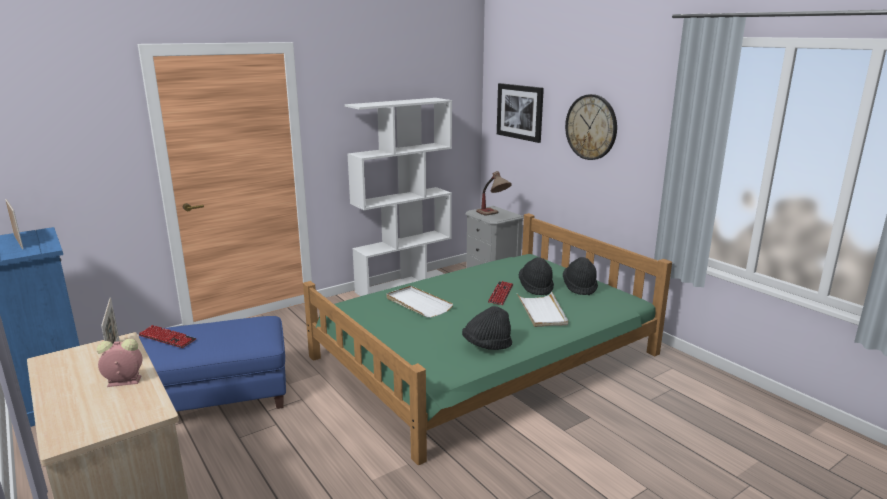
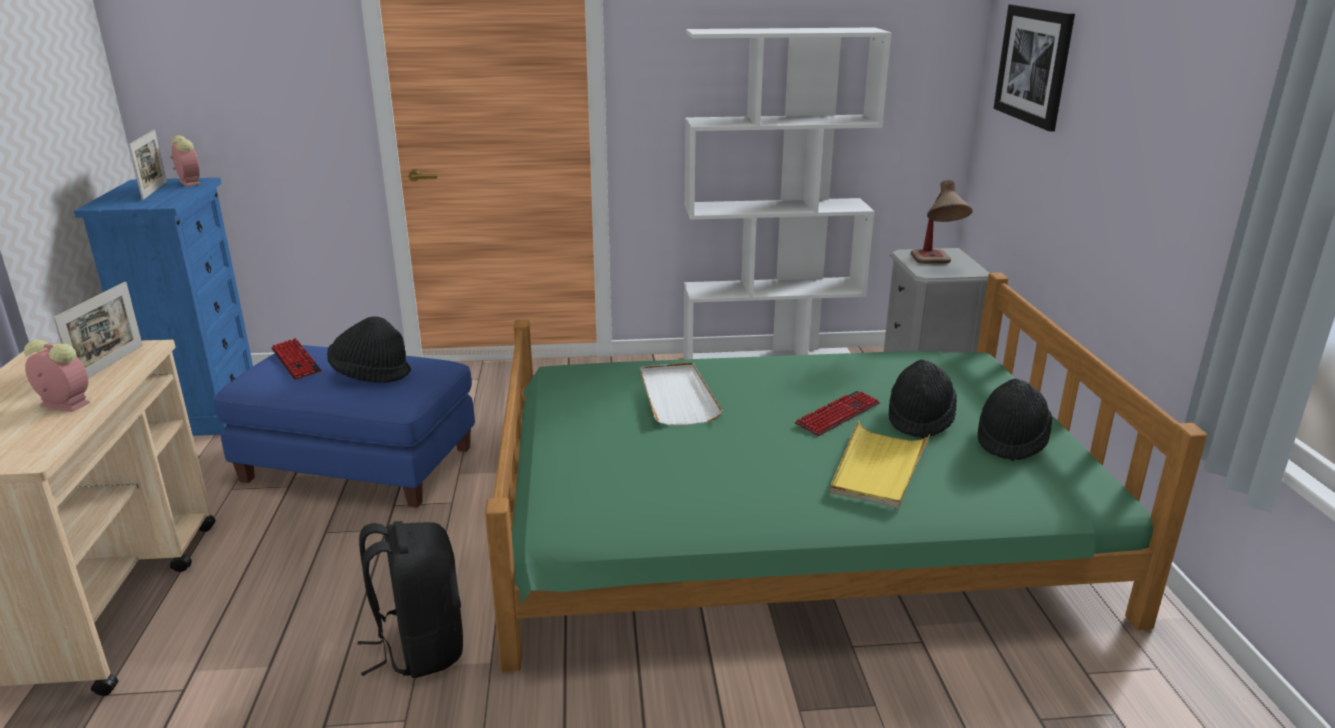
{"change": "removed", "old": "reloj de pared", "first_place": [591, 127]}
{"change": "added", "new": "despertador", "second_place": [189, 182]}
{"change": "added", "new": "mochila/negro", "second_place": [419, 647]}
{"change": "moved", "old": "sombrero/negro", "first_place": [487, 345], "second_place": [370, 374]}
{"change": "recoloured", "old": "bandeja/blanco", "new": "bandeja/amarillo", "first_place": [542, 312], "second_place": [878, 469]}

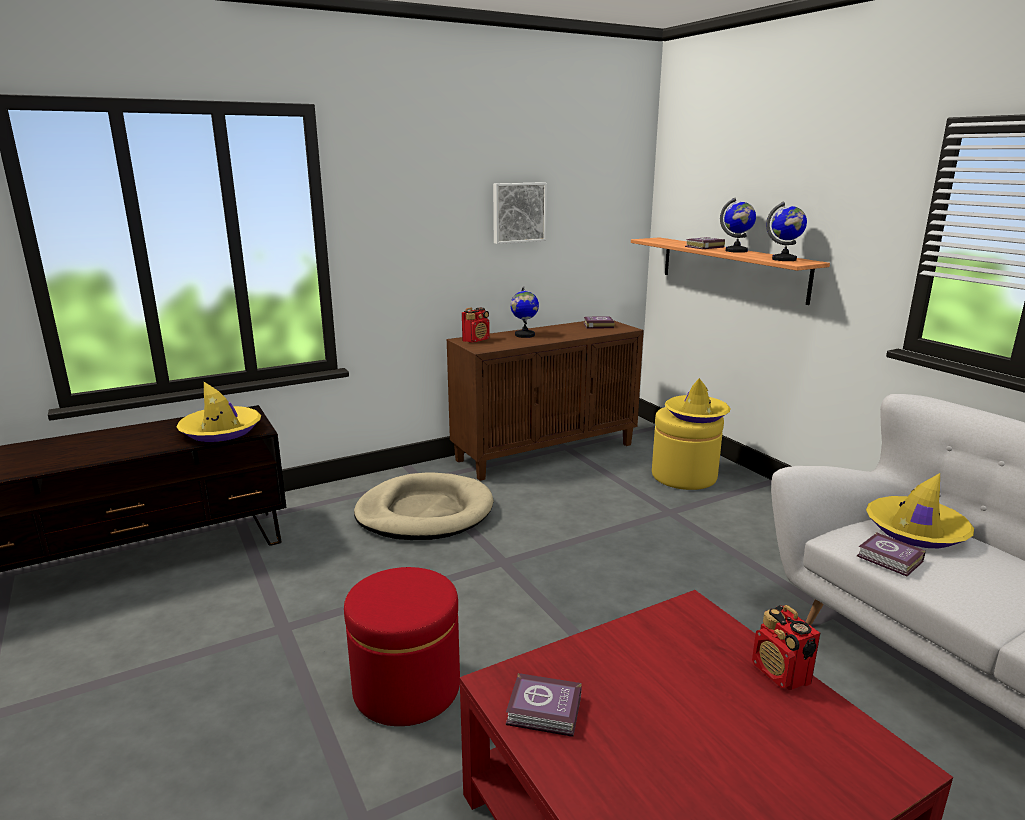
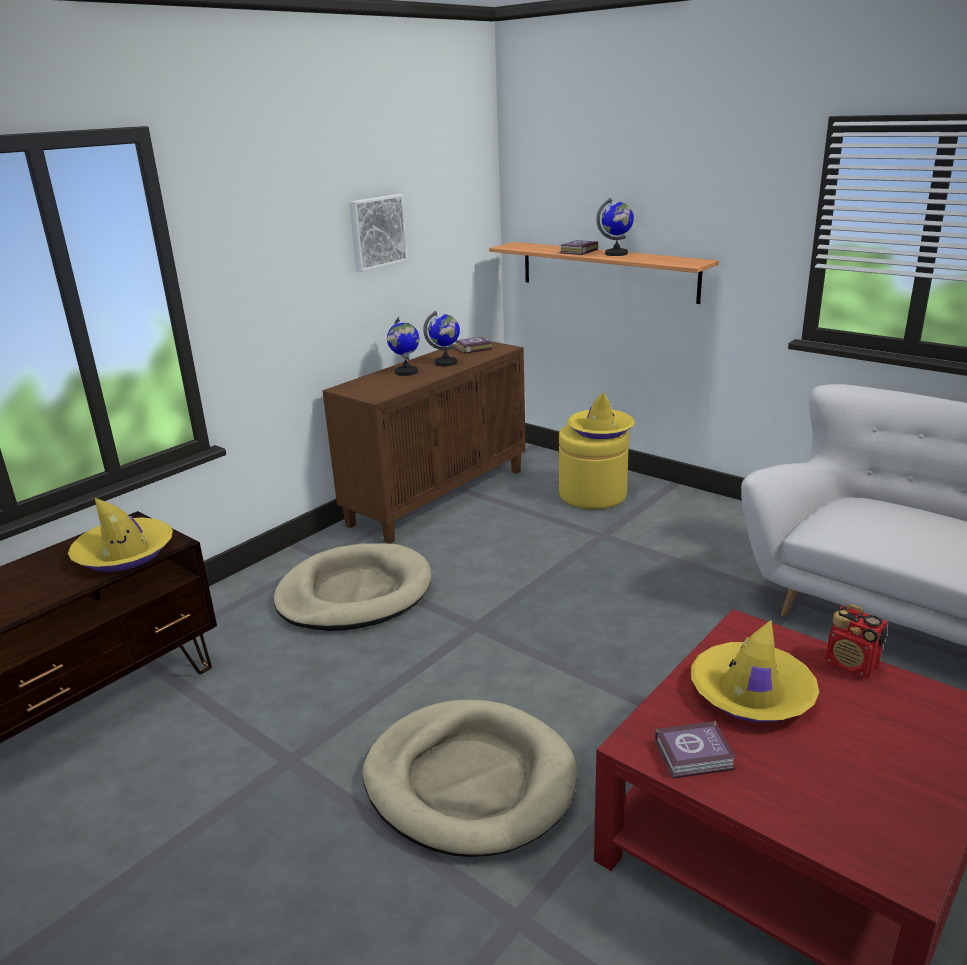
{"change": "removed", "old": "radio", "first_place": [476, 340]}
{"change": "removed", "old": "libro", "first_place": [890, 560]}
{"change": "moved", "old": "globo terráqueo", "first_place": [784, 259], "second_place": [446, 363]}
{"change": "moved", "old": "sombrero/amarillo", "first_place": [916, 530], "second_place": [751, 693]}
{"change": "replaced", "old": "puf/rojo", "new": "cama para perro/beis", "first_place": [407, 688], "second_place": [469, 781]}

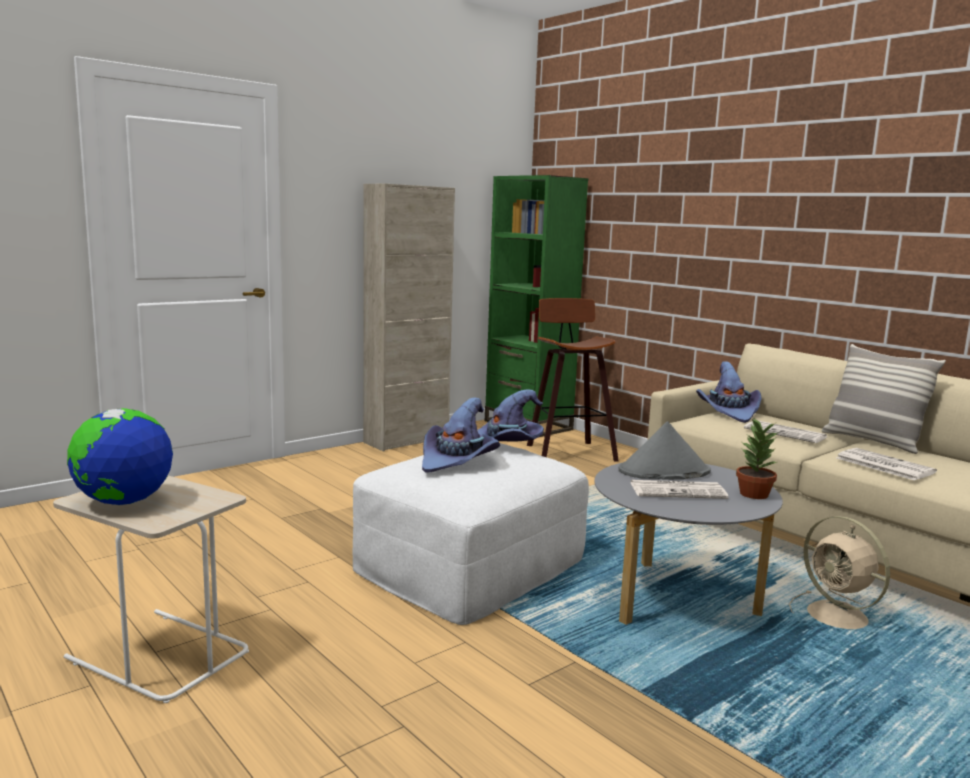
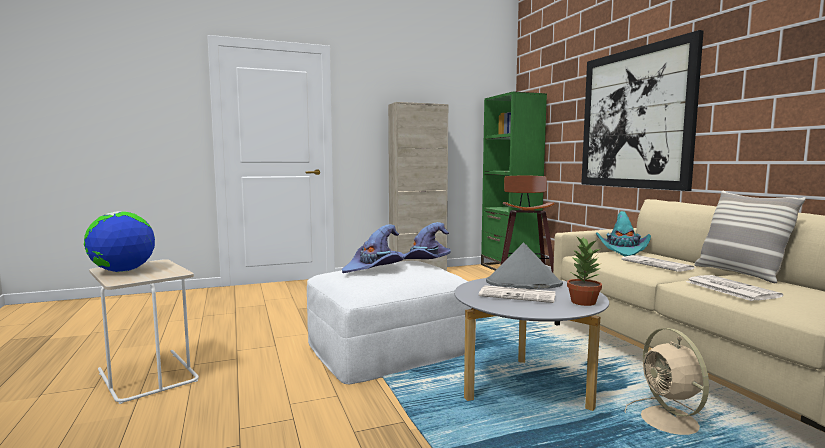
{"change": "added", "new": "cuadro", "second_place": [635, 119]}
{"change": "recoloured", "old": "sombrero/morado", "new": "sombrero/turquesa", "first_place": [729, 412], "second_place": [622, 251]}

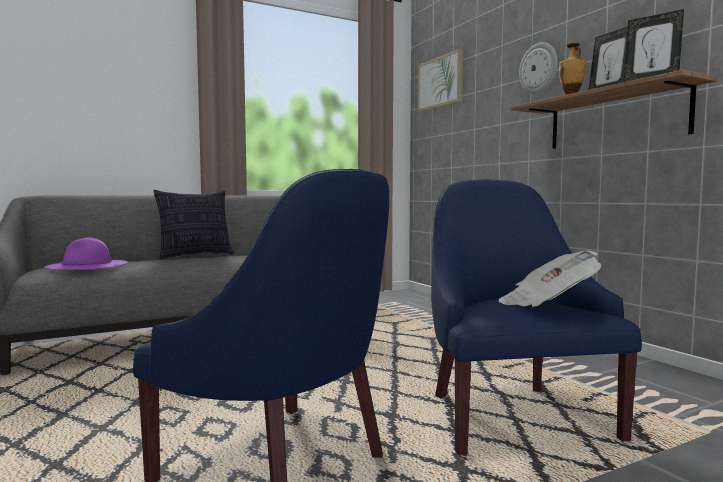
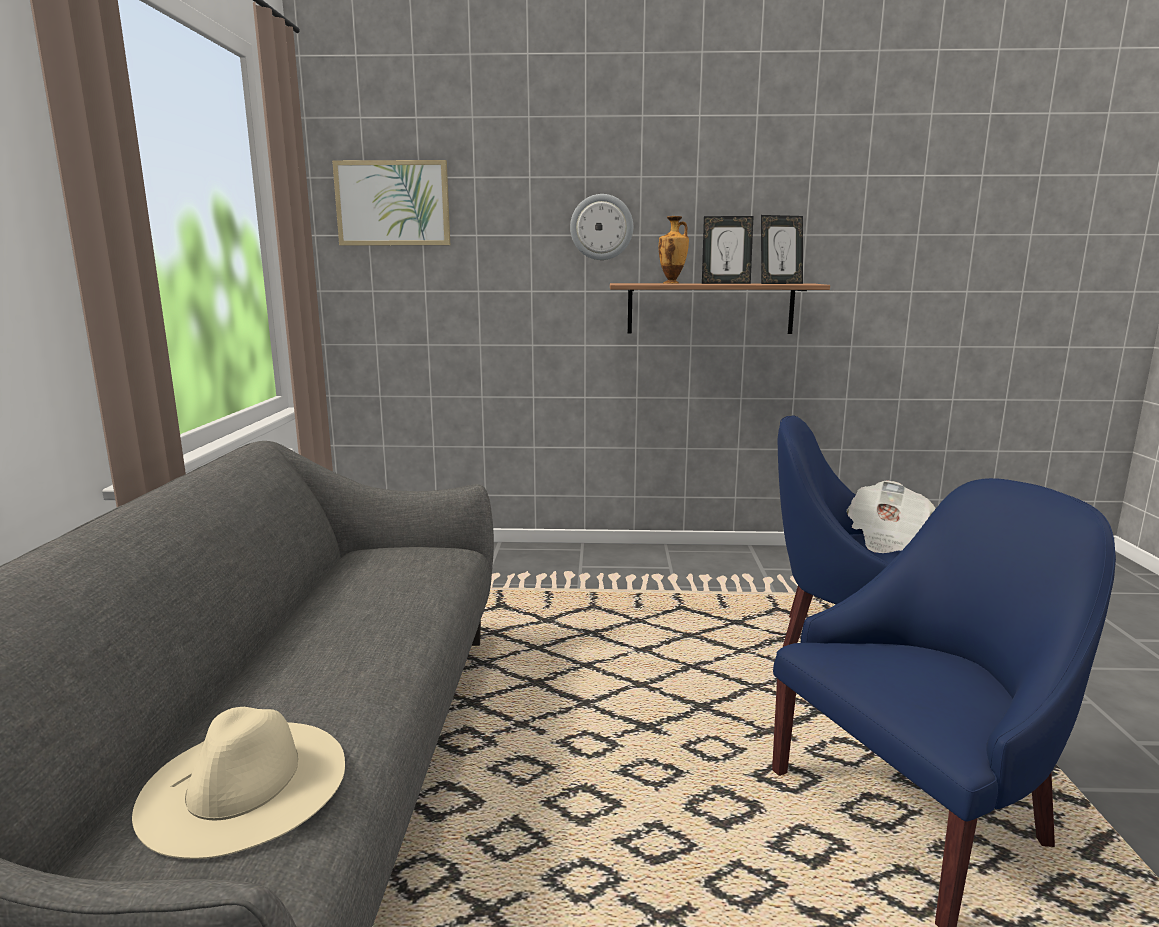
{"change": "removed", "old": "cojín", "first_place": [195, 256]}
{"change": "recoloured", "old": "sombrero/morado", "new": "sombrero/beis", "first_place": [87, 265], "second_place": [245, 783]}

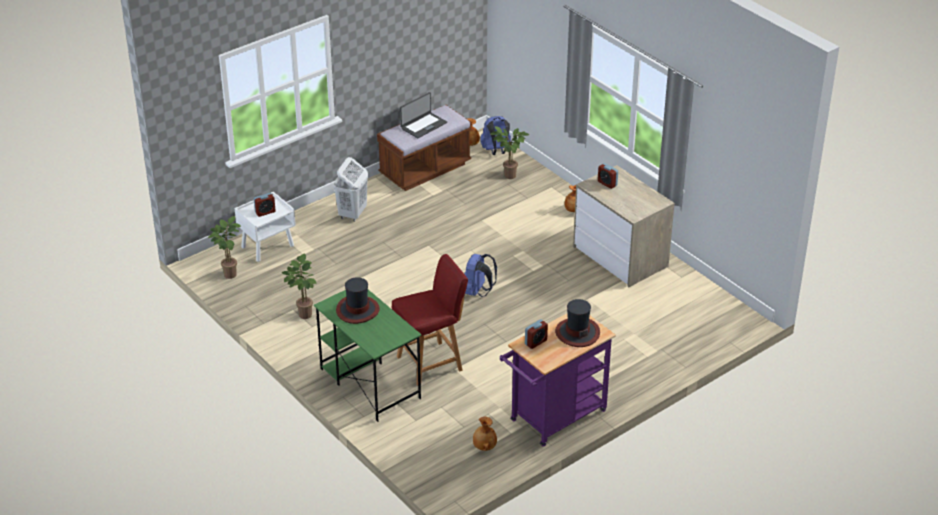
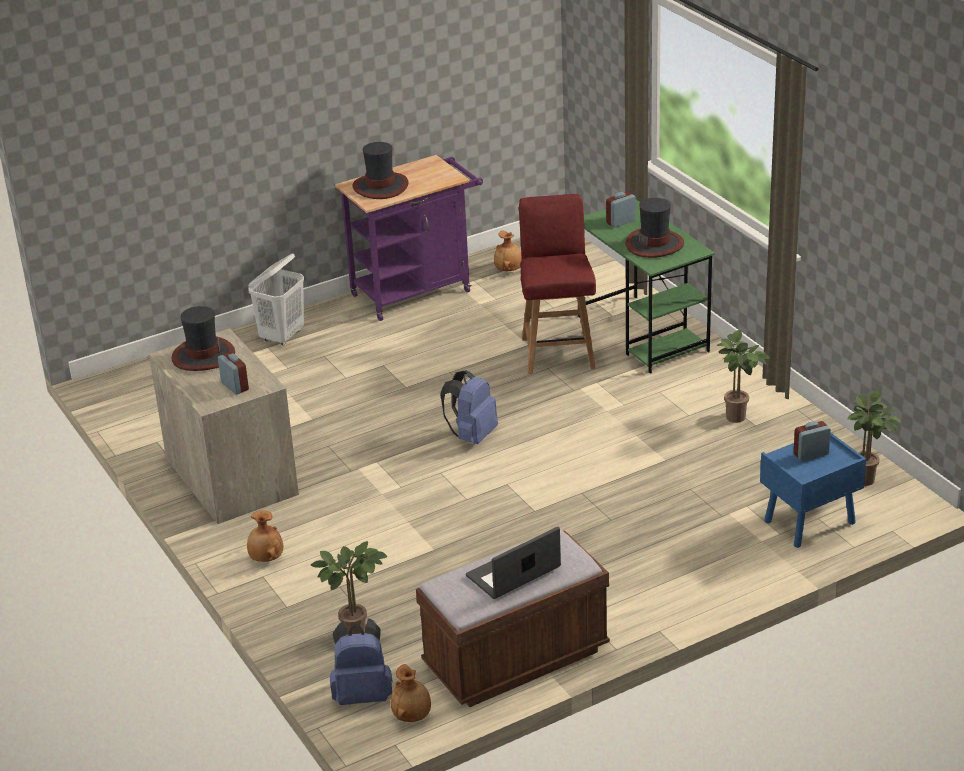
{"change": "added", "new": "sombrero", "second_place": [203, 356]}
{"change": "moved", "old": "cesto de la ropa/blanco", "first_place": [352, 214], "second_place": [282, 336]}
{"change": "moved", "old": "despertador", "first_place": [535, 342], "second_place": [621, 222]}
{"change": "recoloured", "old": "mesita de noche/blanco", "new": "mesita de noche/azul", "first_place": [268, 246], "second_place": [809, 523]}
{"change": "turned", "old": "silla/rojo", "first_place": [431, 363], "second_place": [558, 352], "degrees": 105}

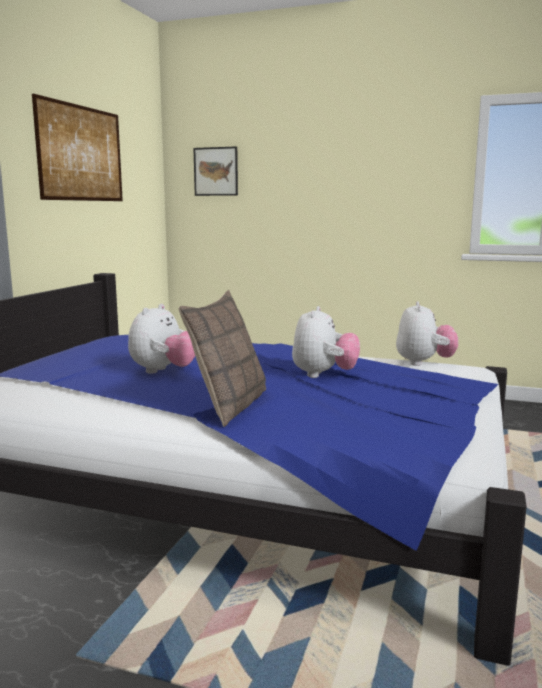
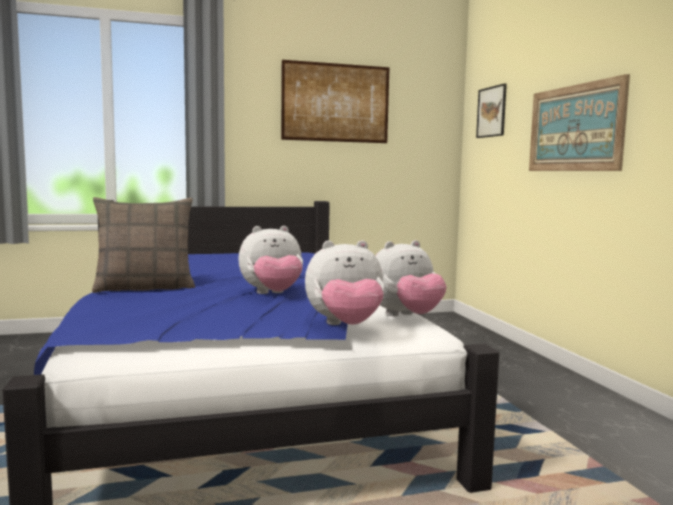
{"change": "added", "new": "cuadro", "second_place": [574, 128]}
{"change": "moved", "old": "peluche", "first_place": [164, 371], "second_place": [345, 326]}

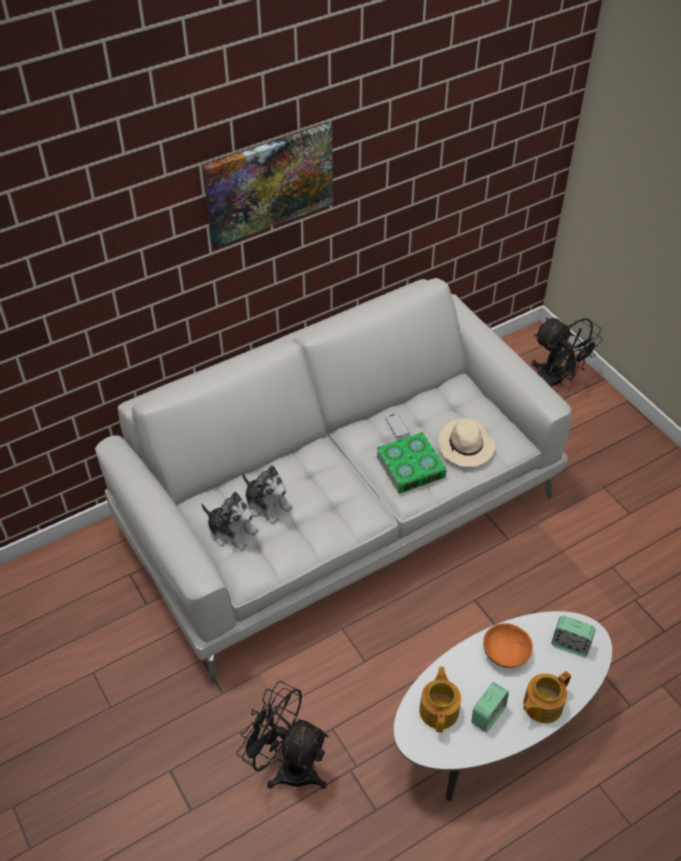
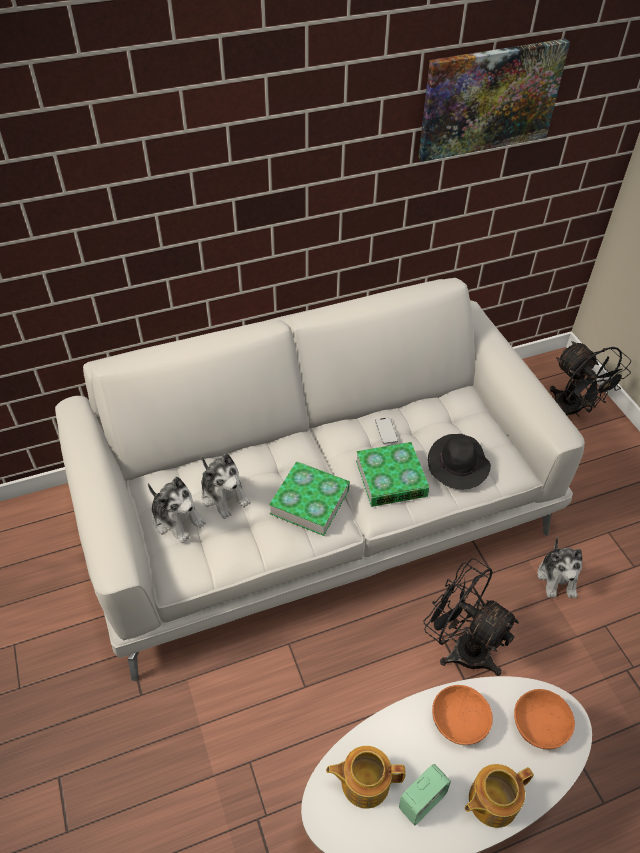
{"change": "added", "new": "libro", "second_place": [309, 502]}
{"change": "added", "new": "peluche", "second_place": [557, 578]}
{"change": "moved", "old": "cuadro", "first_place": [269, 183], "second_place": [489, 99]}
{"change": "moved", "old": "ventilador/negro", "first_place": [288, 765], "second_place": [461, 646]}
{"change": "replaced", "old": "despertador", "new": "cuenco/naranja", "first_place": [570, 644], "second_place": [540, 725]}
{"change": "recoloured", "old": "sombrero/beis", "new": "sombrero/negro", "first_place": [466, 446], "second_place": [458, 465]}
{"change": "turned", "old": "tetera", "first_place": [439, 710], "second_place": [364, 781], "degrees": -105}

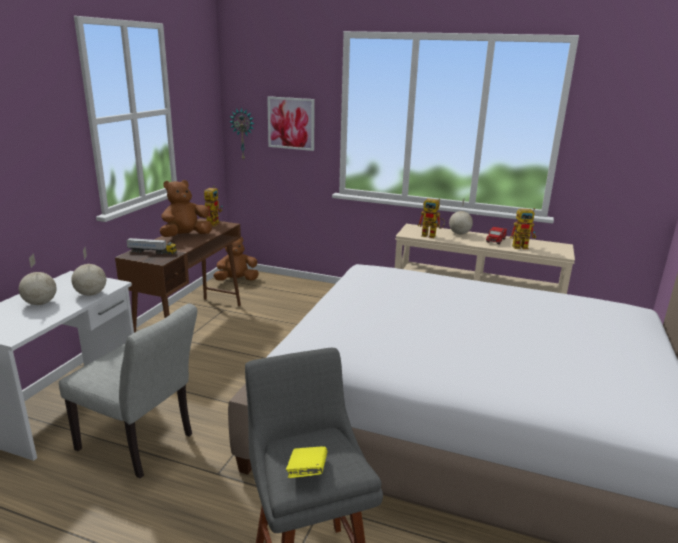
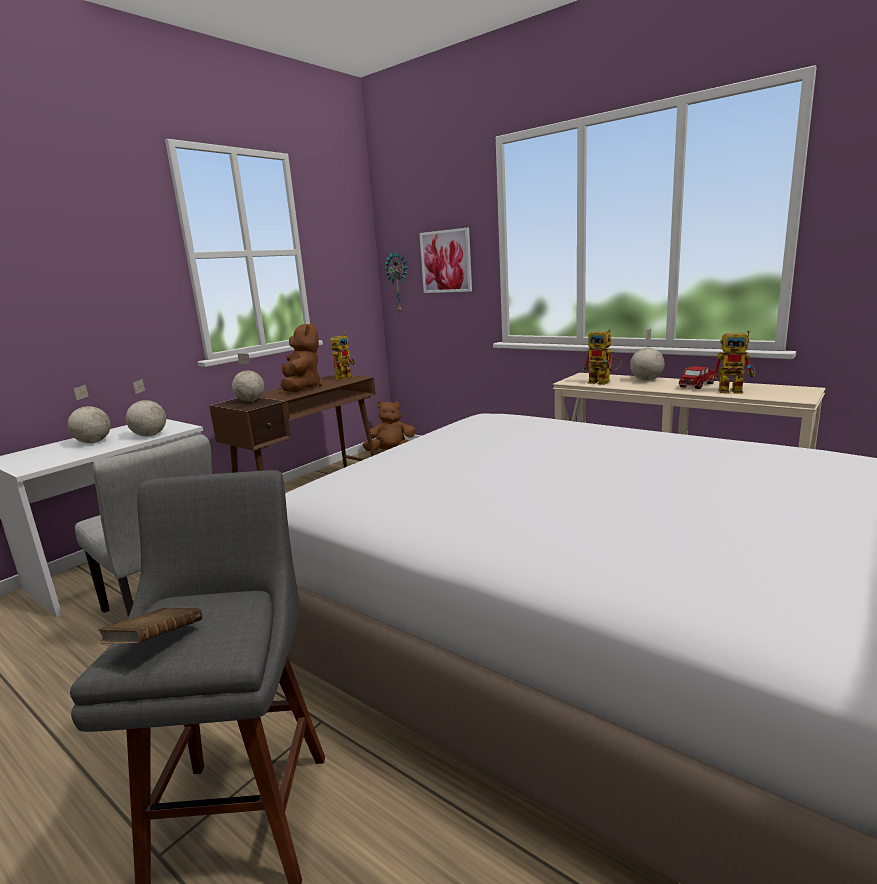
{"change": "replaced", "old": "camión de juguete", "new": "globo terráqueo", "first_place": [152, 252], "second_place": [250, 401]}
{"change": "recoloured", "old": "libro/amarillo", "new": "libro/marrón", "first_place": [307, 472], "second_place": [156, 643]}
{"change": "turned", "old": "peluche/marrón", "first_place": [185, 236], "second_place": [302, 388], "degrees": 105}

